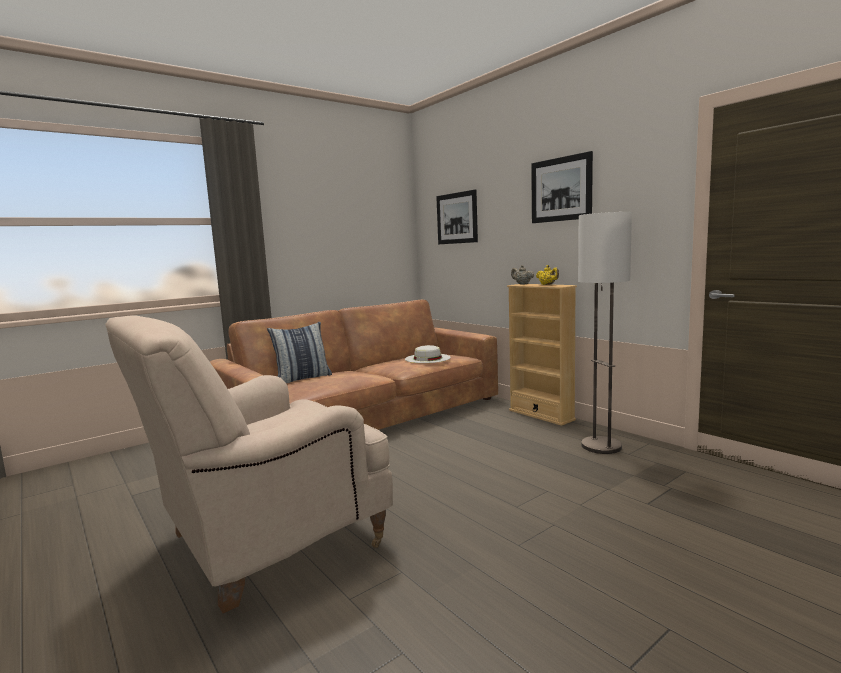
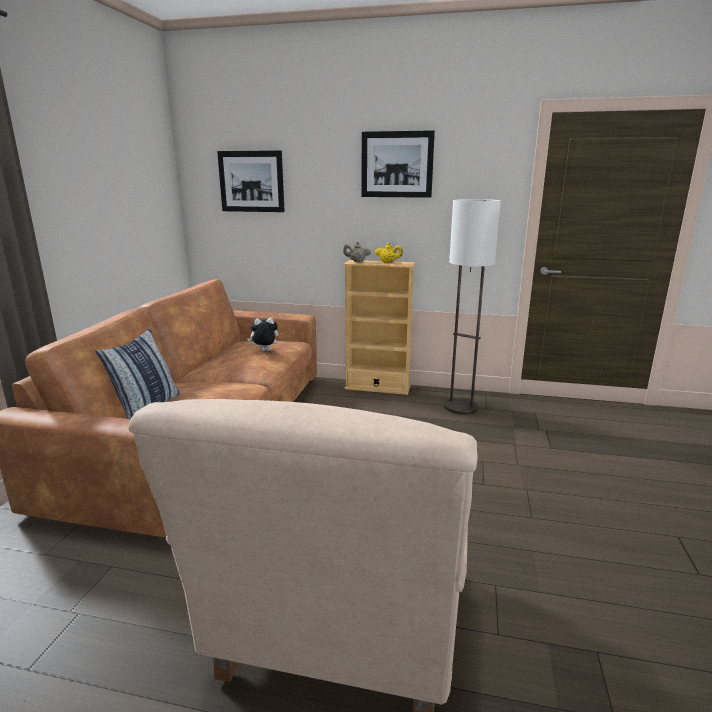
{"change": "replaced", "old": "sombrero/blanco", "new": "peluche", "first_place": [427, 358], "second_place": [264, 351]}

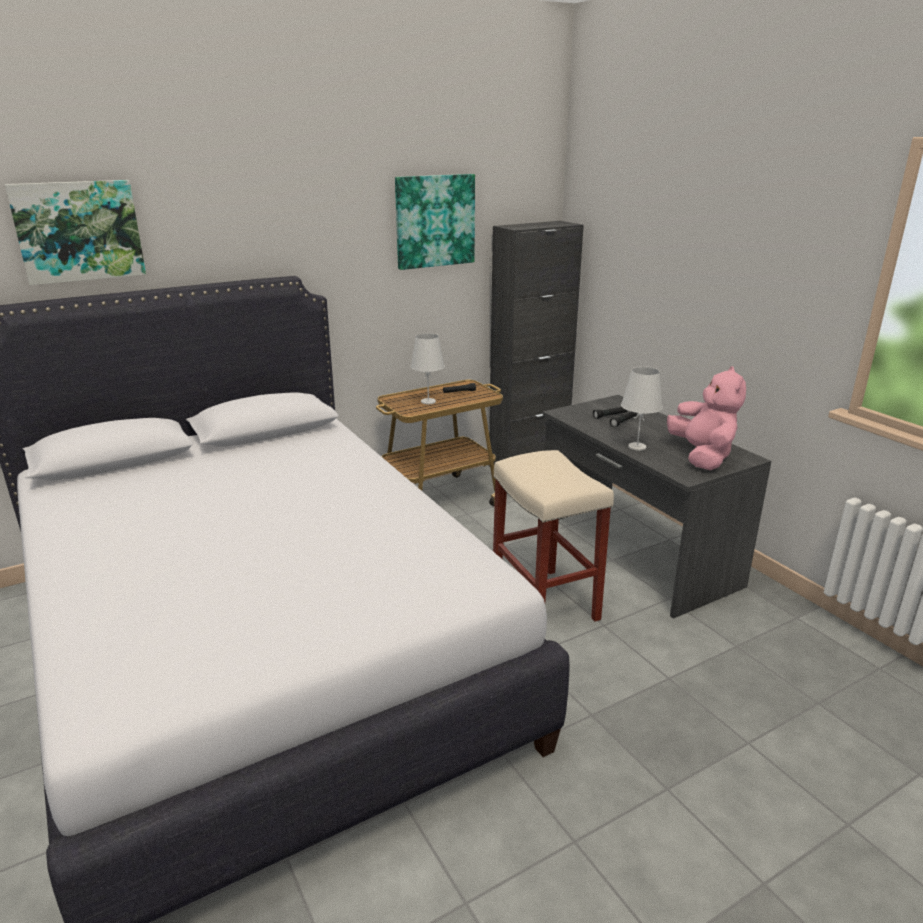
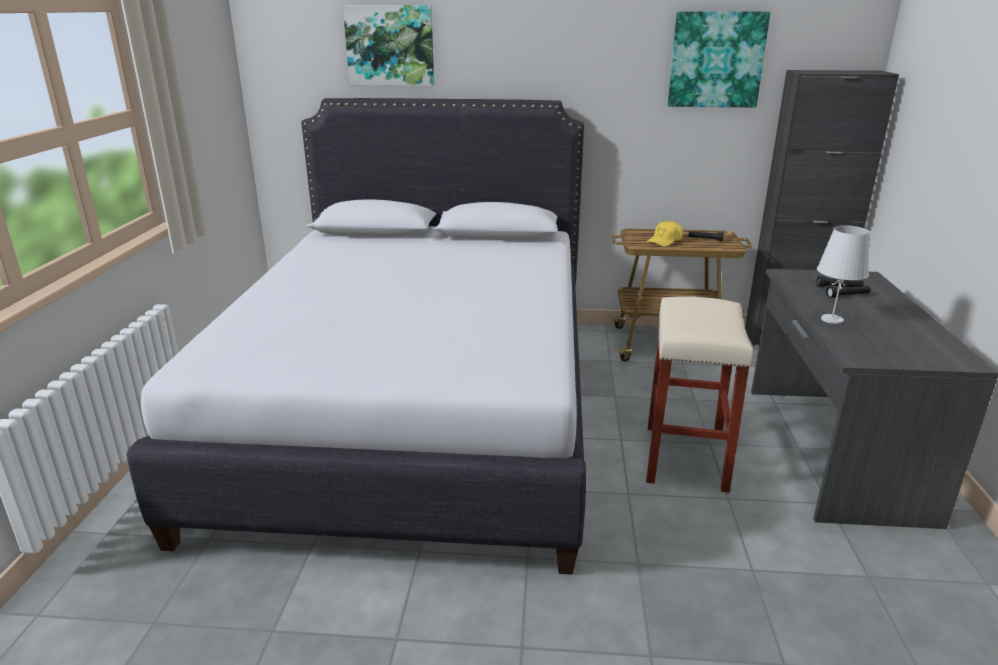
{"change": "removed", "old": "peluche/rosa", "first_place": [702, 456]}
{"change": "replaced", "old": "lámpara de mesa/blanco", "new": "gorra/amarillo", "first_place": [428, 401], "second_place": [665, 241]}

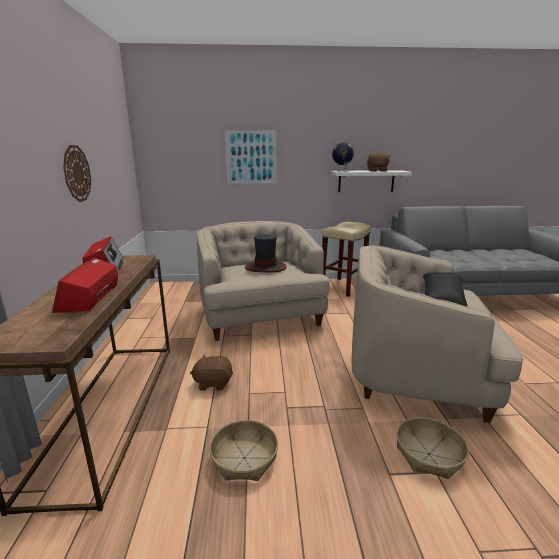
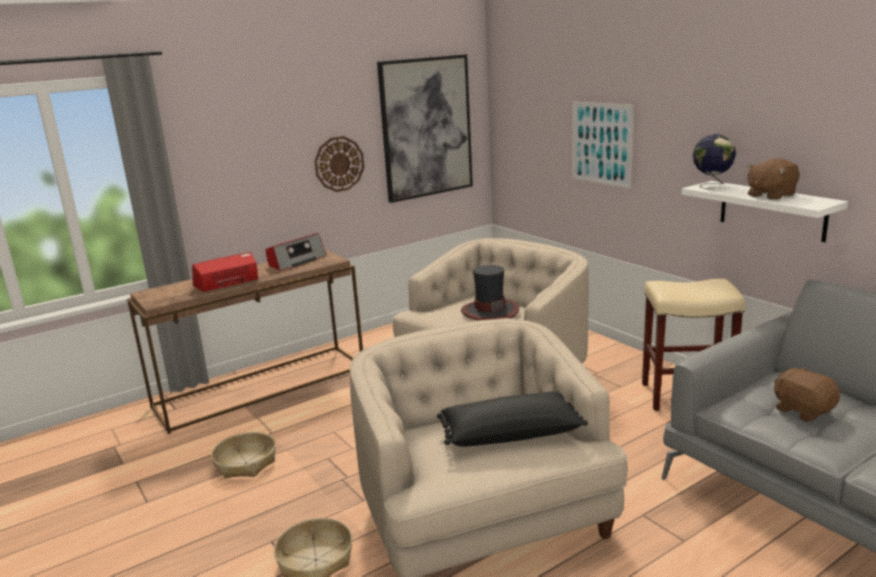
{"change": "added", "new": "cuadro", "second_place": [426, 127]}
{"change": "moved", "old": "peluche/marrón", "first_place": [213, 383], "second_place": [803, 410]}

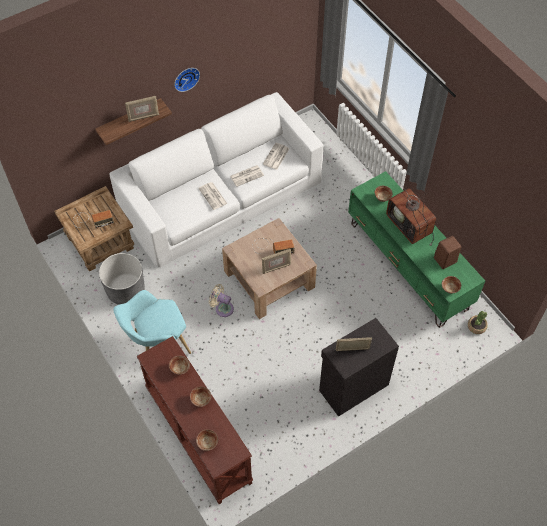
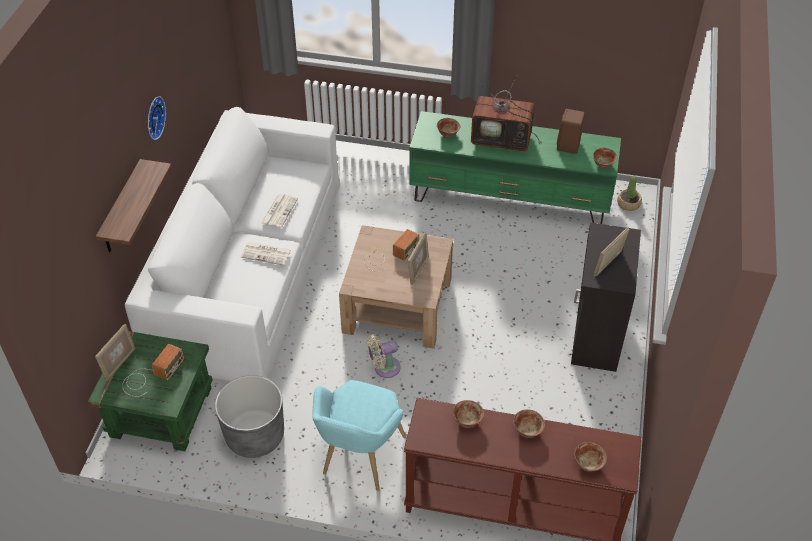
{"change": "removed", "old": "periódico", "first_place": [276, 157]}
{"change": "moved", "old": "portarretratos", "first_place": [143, 117], "second_place": [119, 364]}
{"change": "recoloured", "old": "mesa auxiliar/marrón", "new": "mesa auxiliar/verde", "first_place": [100, 241], "second_place": [160, 411]}

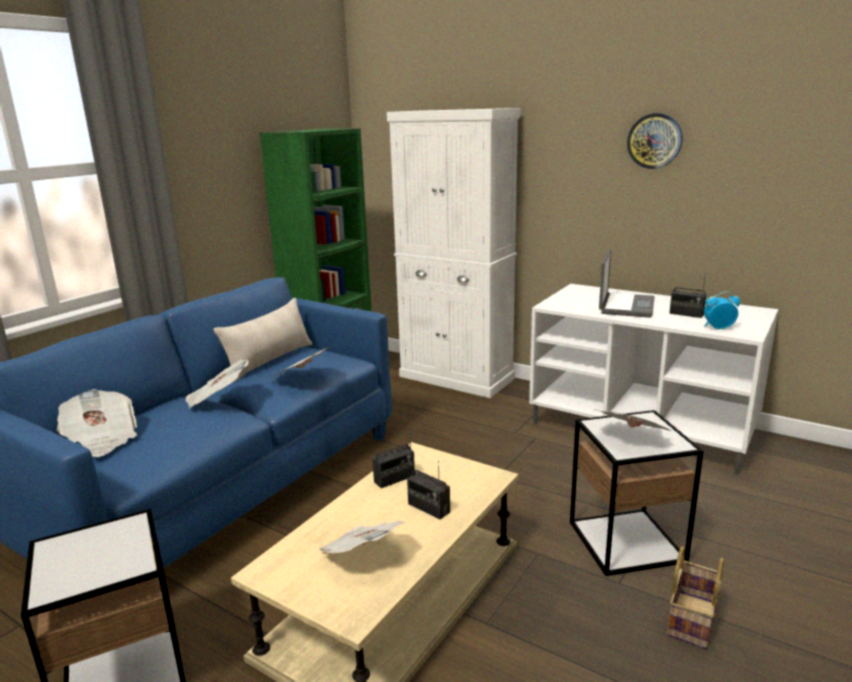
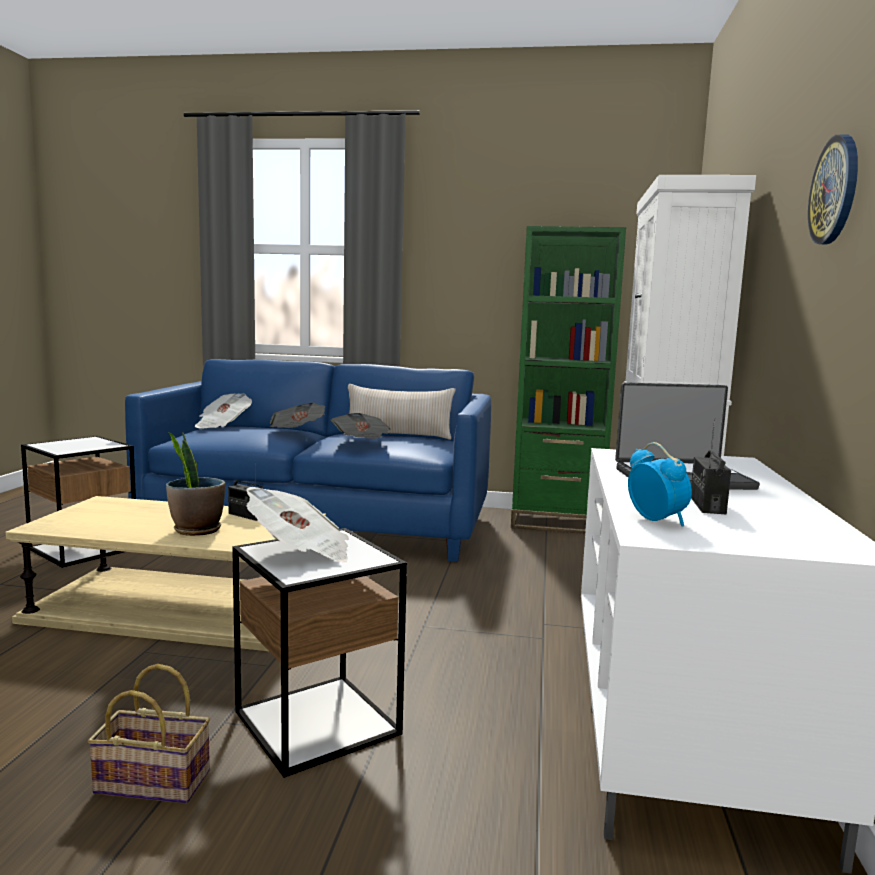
{"change": "removed", "old": "periódico", "first_place": [362, 555]}
{"change": "replaced", "old": "radio", "new": "planta en maceta", "first_place": [428, 508], "second_place": [196, 530]}

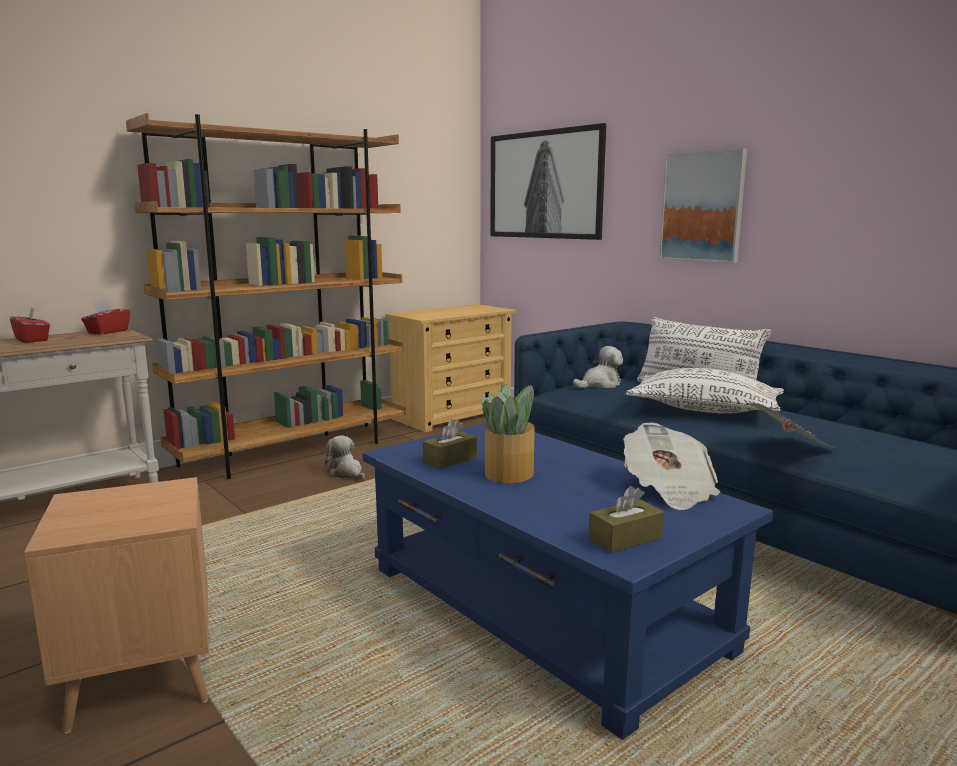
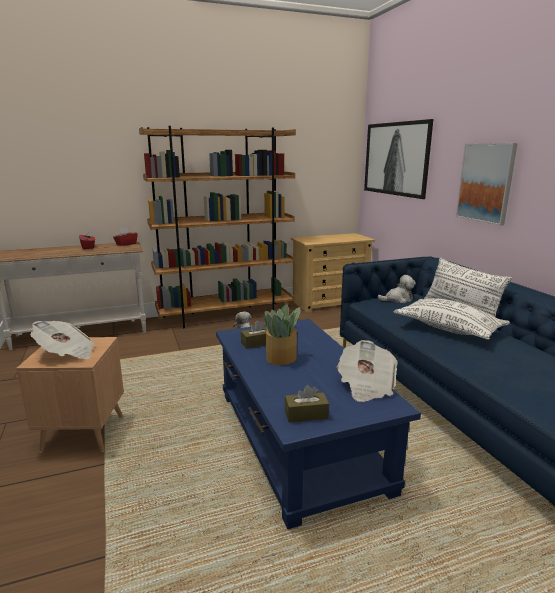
{"change": "moved", "old": "periódico", "first_place": [790, 447], "second_place": [67, 353]}

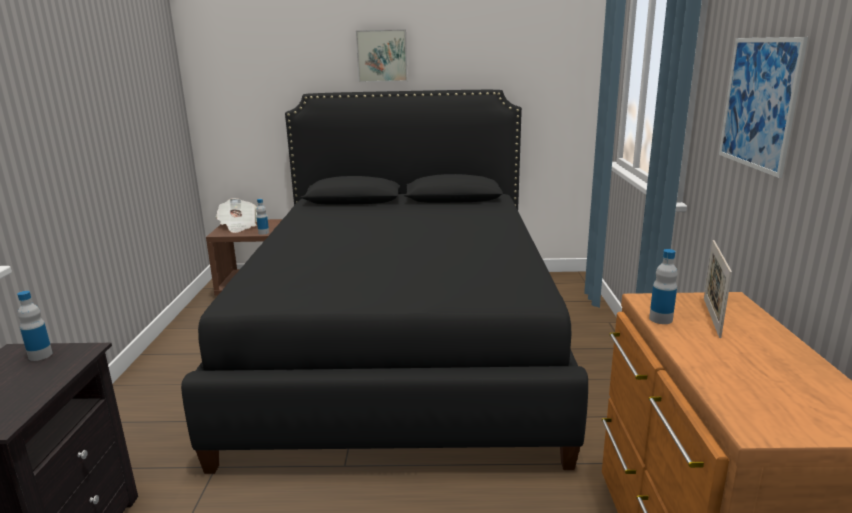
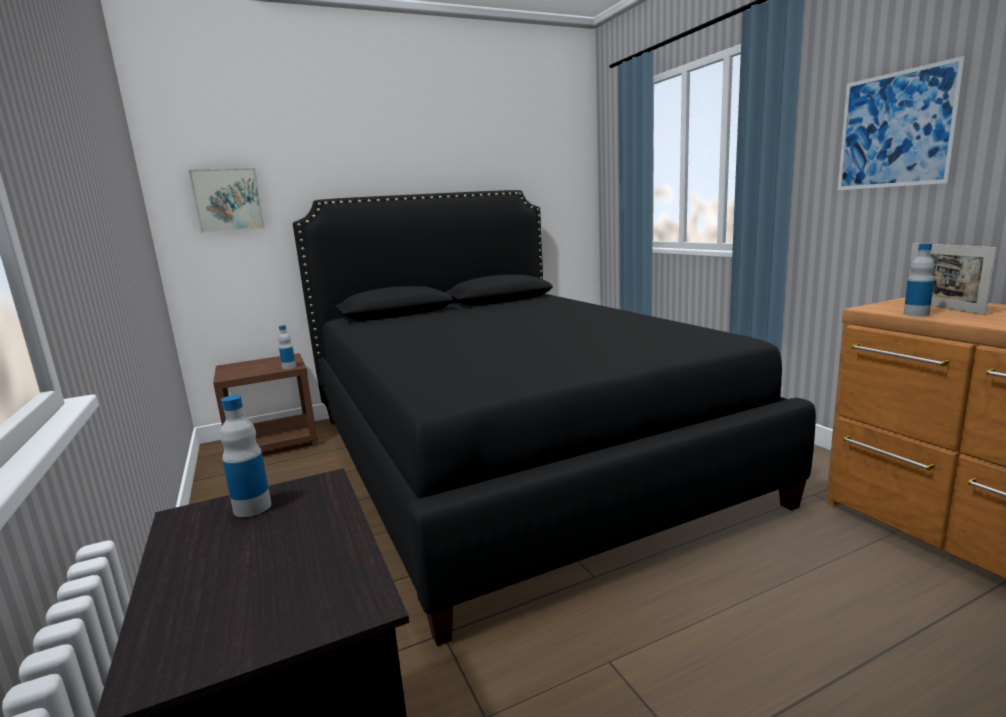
{"change": "removed", "old": "periódico", "first_place": [238, 226]}
{"change": "moved", "old": "cuadro", "first_place": [382, 56], "second_place": [228, 200]}

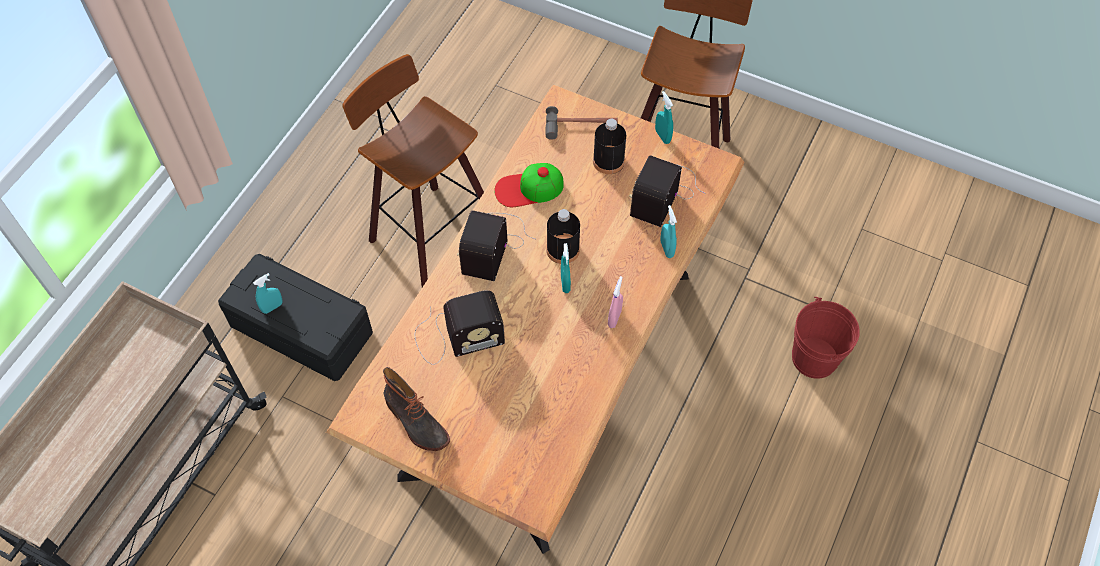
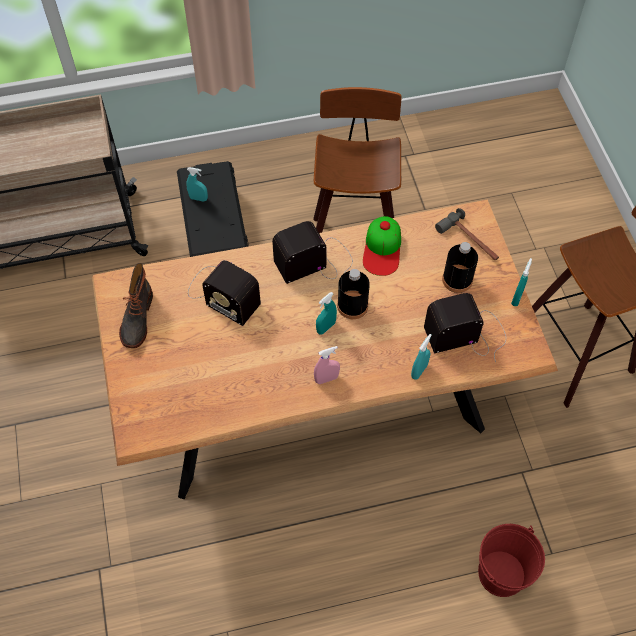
{"change": "turned", "old": "gorra", "first_place": [529, 188], "second_place": [382, 249], "degrees": -120}

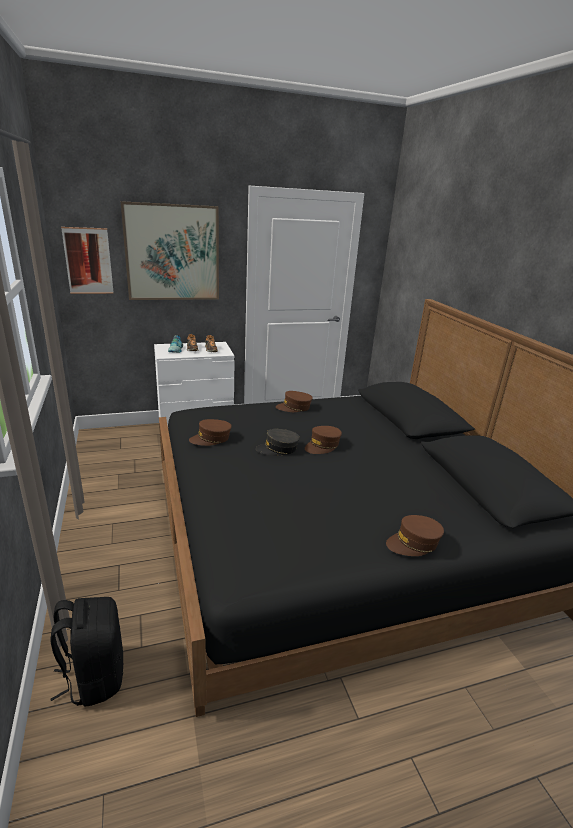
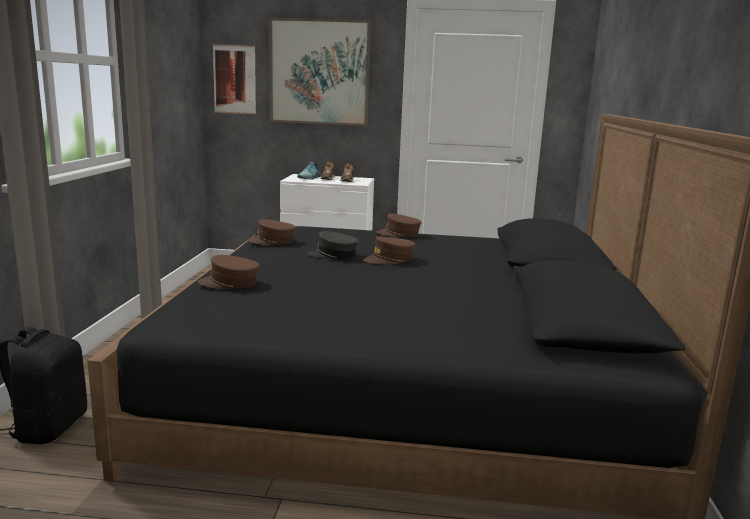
{"change": "moved", "old": "gorra/marrón", "first_place": [413, 543], "second_place": [229, 283]}

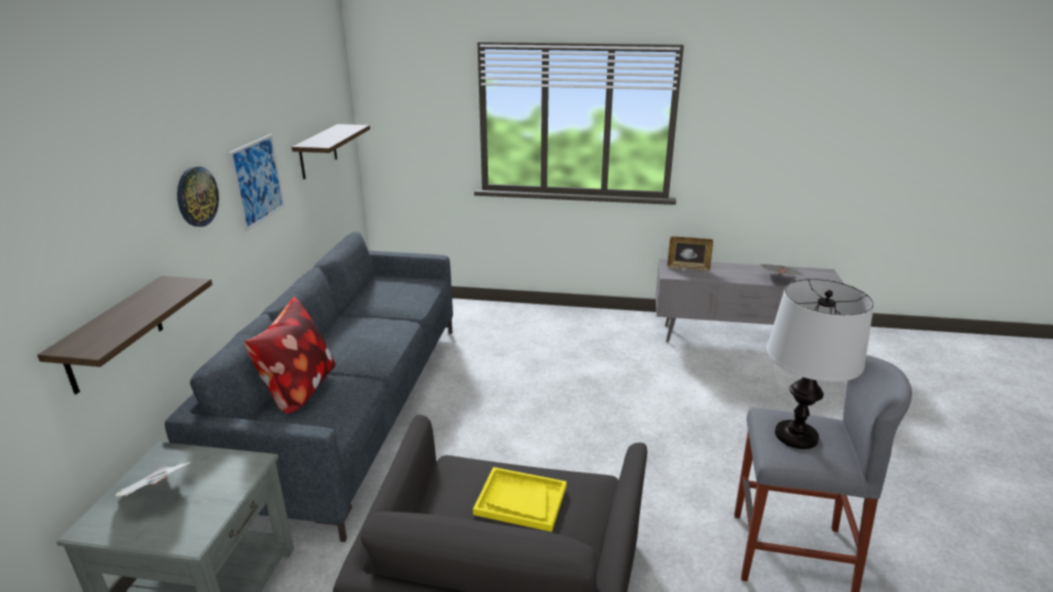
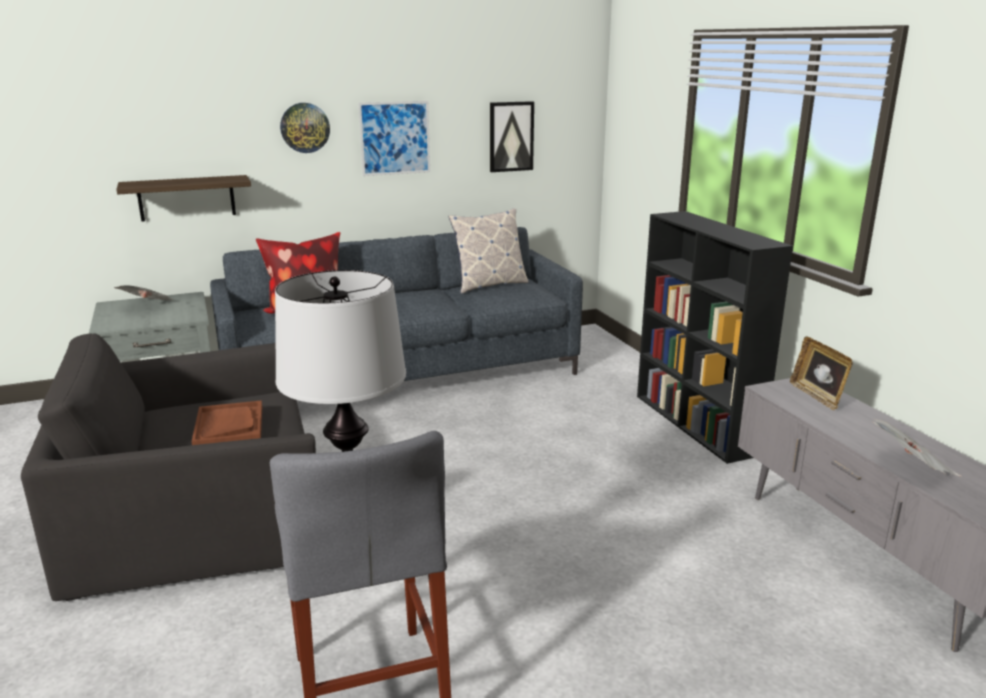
{"change": "added", "new": "cojín", "second_place": [489, 285]}
{"change": "added", "new": "estantería/negro", "second_place": [696, 424]}
{"change": "replaced", "old": "estante", "new": "cuadro", "first_place": [318, 151], "second_place": [511, 136]}
{"change": "recoloured", "old": "bandeja/amarillo", "new": "bandeja/marrón", "first_place": [520, 500], "second_place": [229, 427]}

